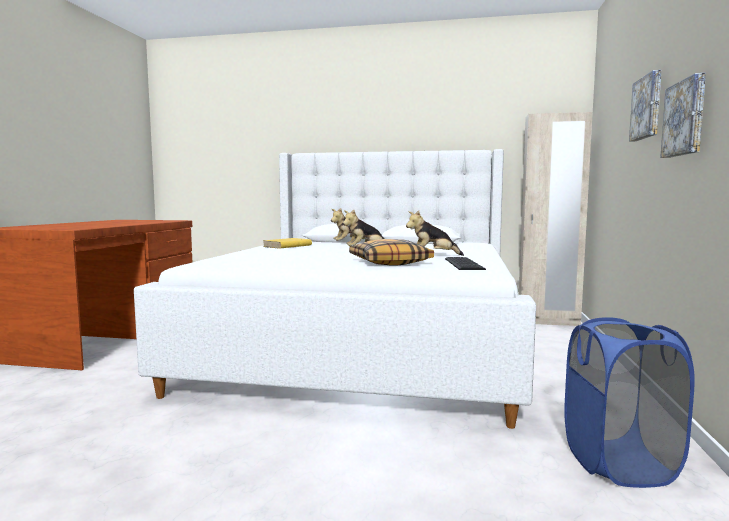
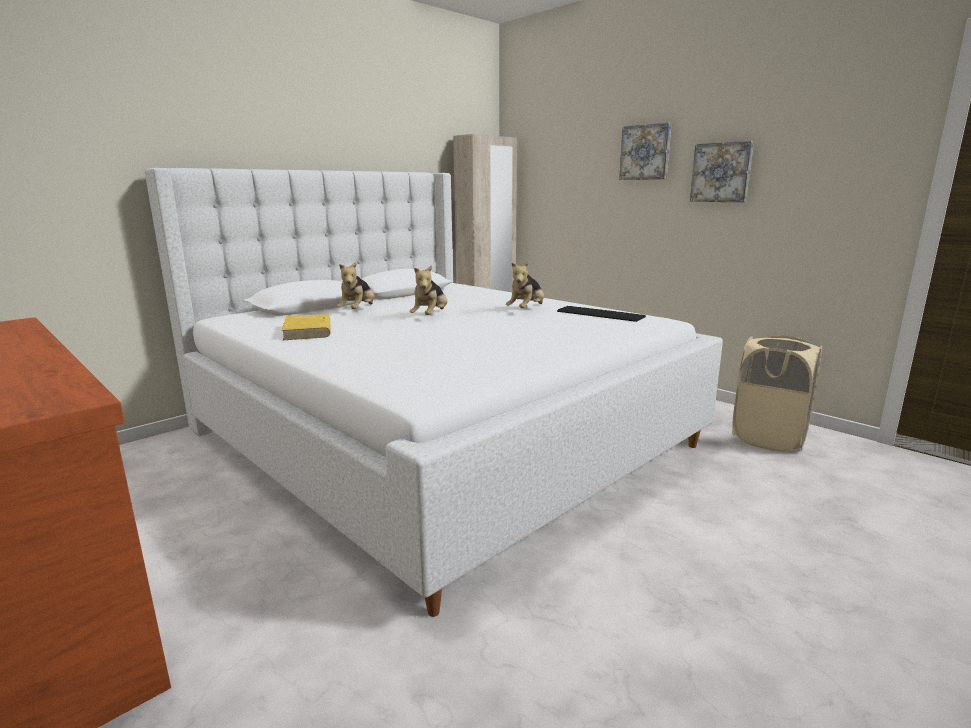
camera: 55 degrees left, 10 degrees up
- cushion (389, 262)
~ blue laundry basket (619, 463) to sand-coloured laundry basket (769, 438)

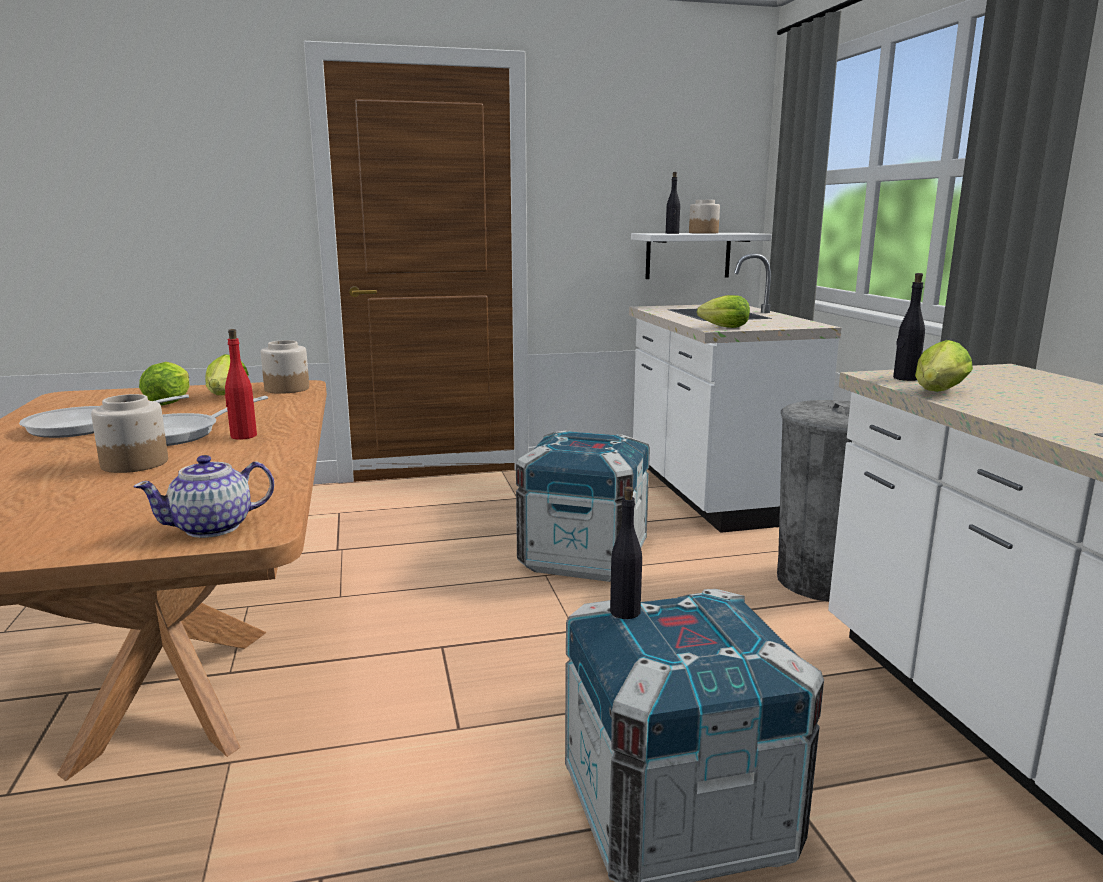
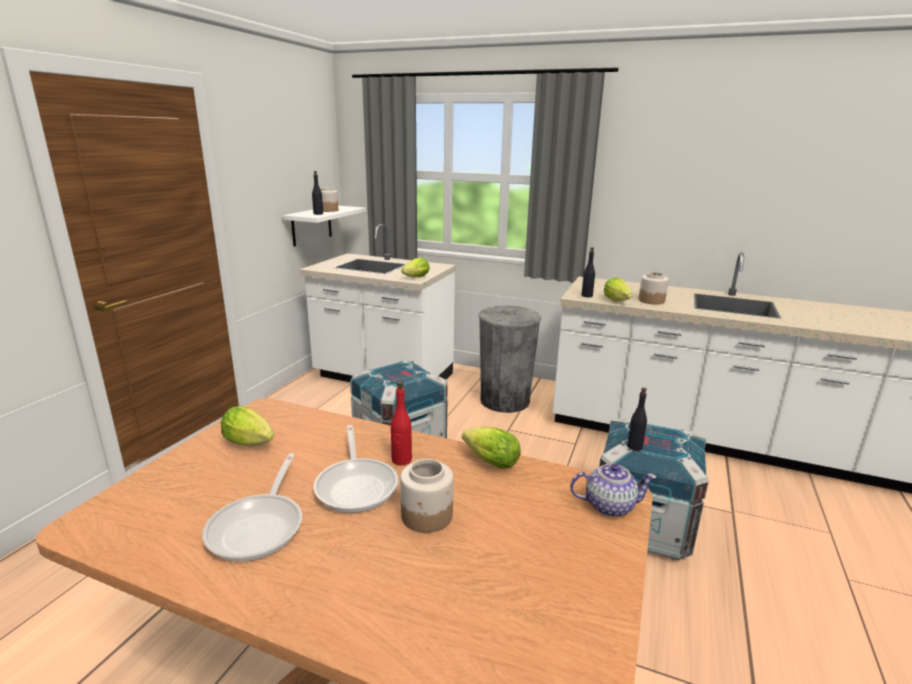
camera: 55 degrees left, 5 degrees up
~ pot for tea (213, 528) = (608, 505) 90 degrees counterclockwise
~ head of lettuce (171, 401) to (488, 461)
~ jar (287, 389) to (651, 300)

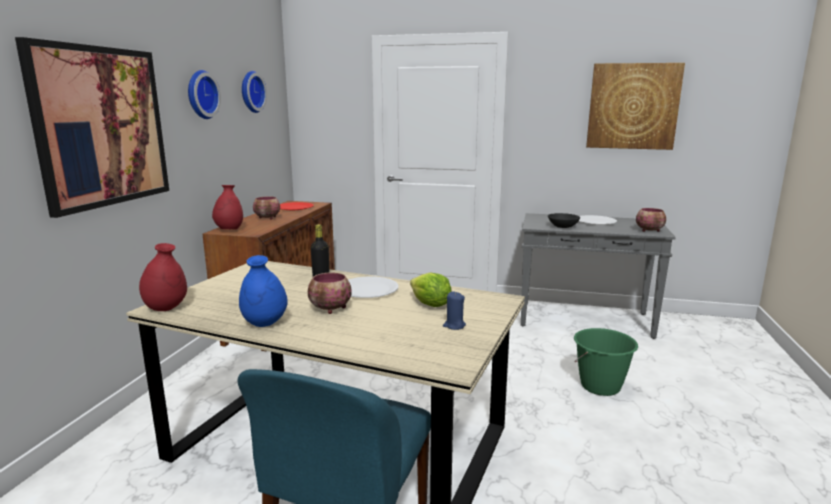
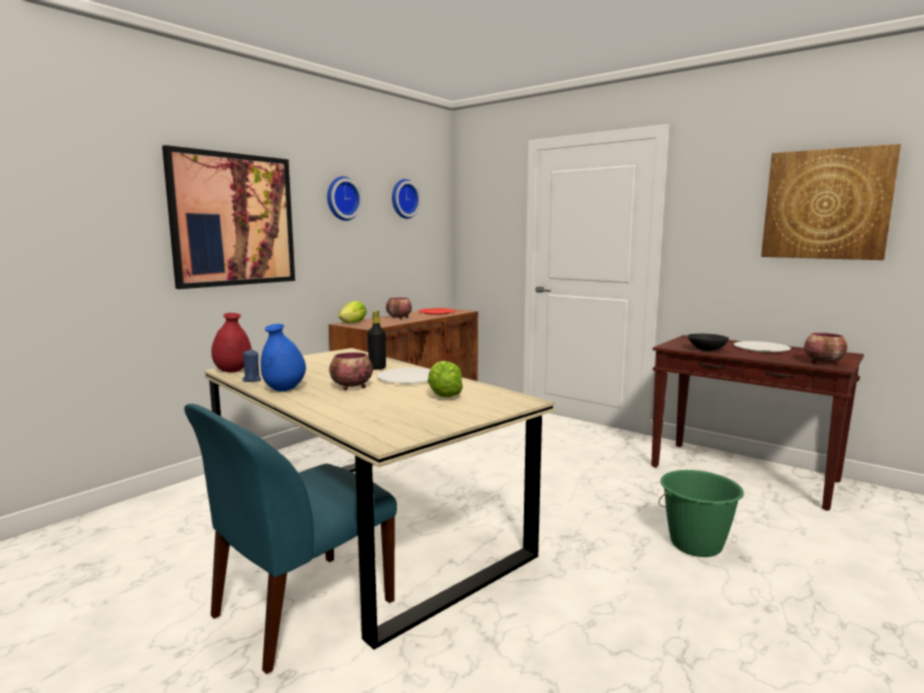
camera: 25 degrees right, 5 degrees down
~ red-coloured flower vase (229, 230) to head of lettuce (353, 323)
~ blue candle (454, 325) to (251, 380)
~ grey narrow table (585, 320) to brown-coloured narrow table (744, 474)

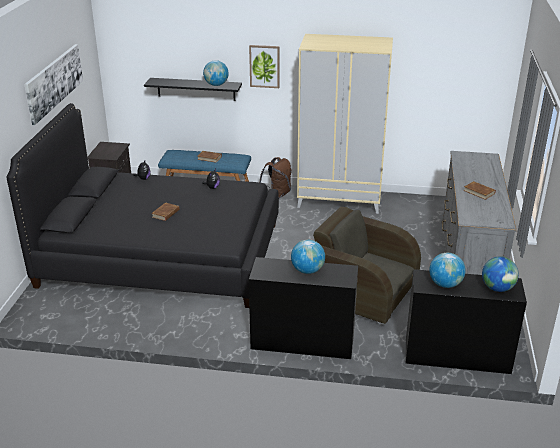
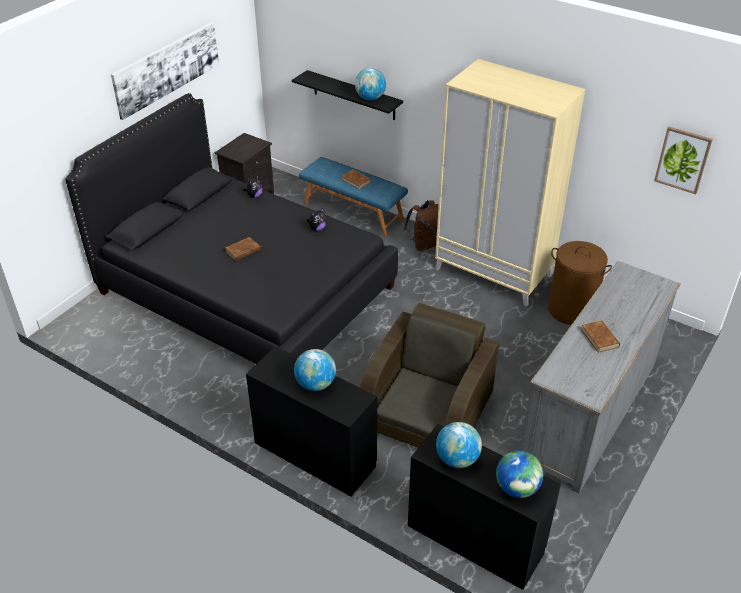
camera: 25 degrees right, 10 degrees up
~ picture (264, 66) to (683, 159)
~ brown-coloured lounge chair (362, 292) = (427, 412) 60 degrees clockwise
+ brown-coloured laundry basket (571, 310)

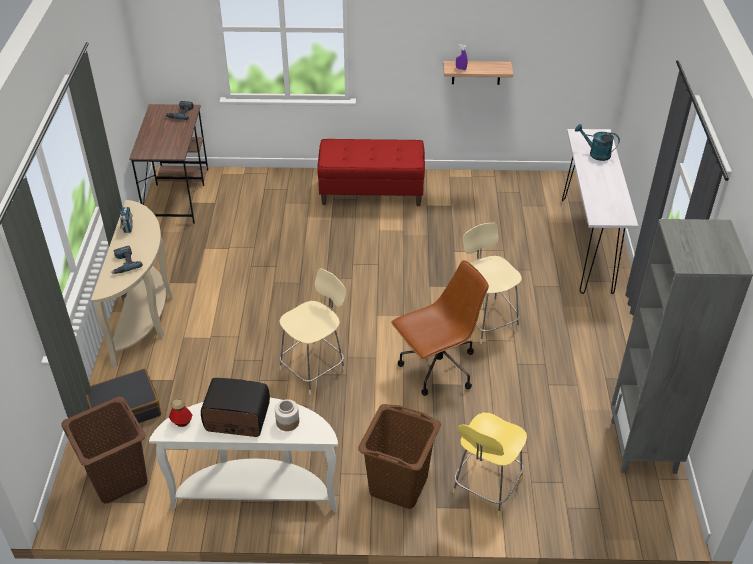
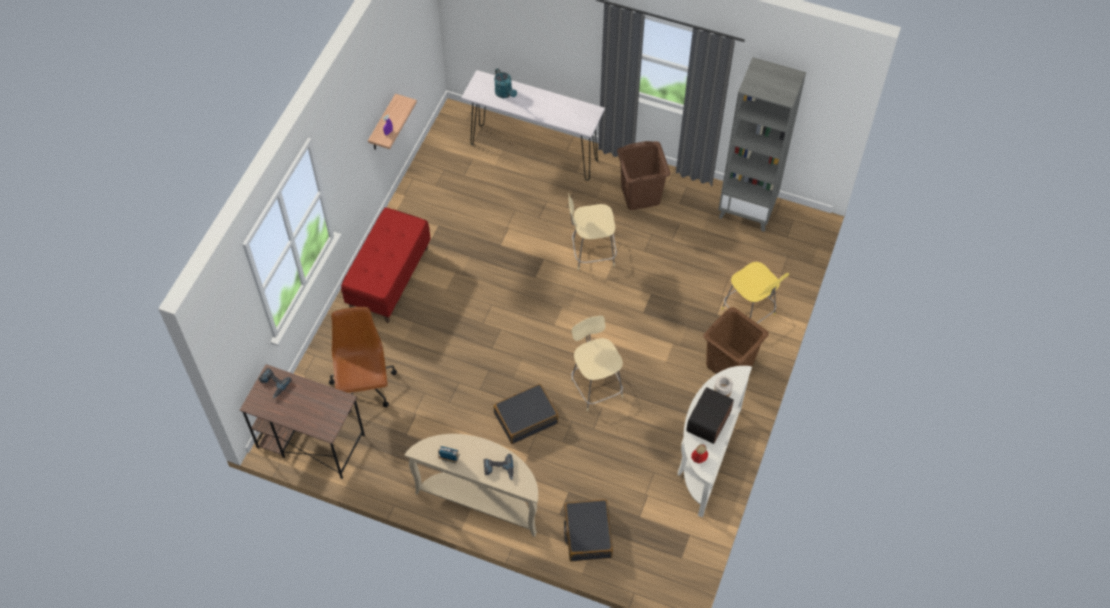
camera: 70 degrees left, 15 degrees up
~ brown-coloured laundry basket (118, 478) to (640, 195)
~ brown-coloured desk chair (437, 368) to (364, 387)
~ turquoise-coloured sprinkling can (595, 153) = (505, 94) 75 degrees counterclockwise
+ blackish travel case (525, 418)

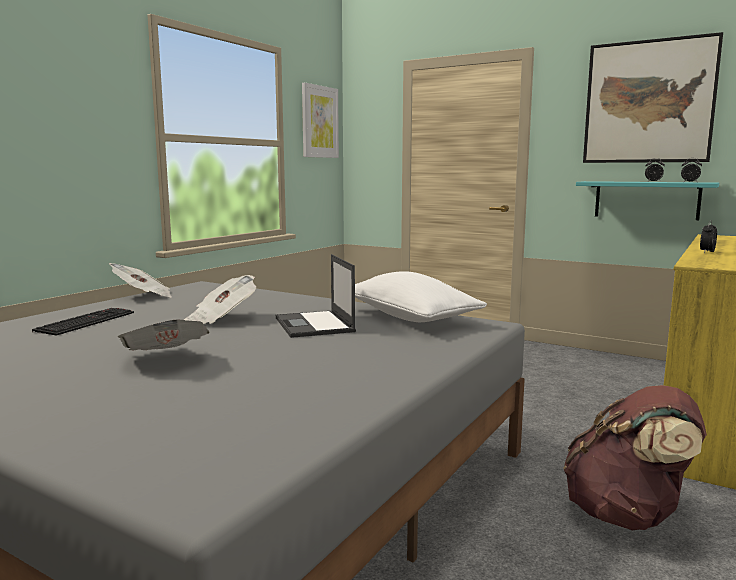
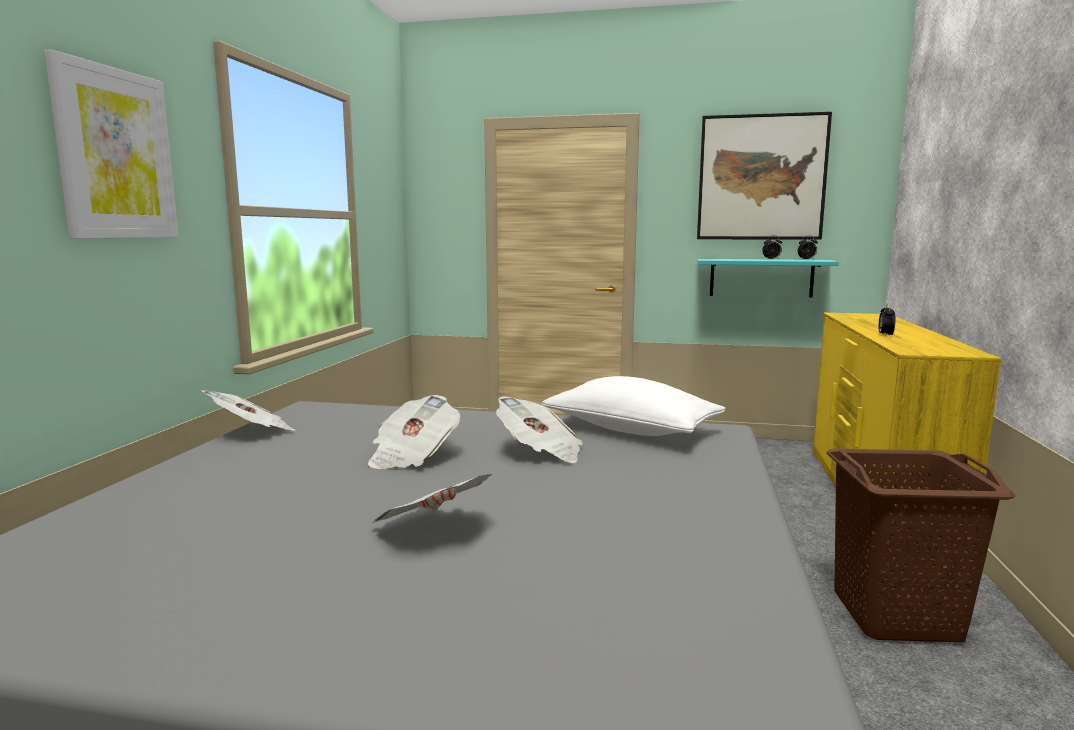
camera: 20 degrees left, 0 degrees up
- keyboard (86, 321)
~ portable computer (314, 325) to daily paper (541, 452)
~ picture (319, 122) to (115, 154)
~ brown-coloured knapsack (627, 515) to brown-coloured laundry basket (897, 616)

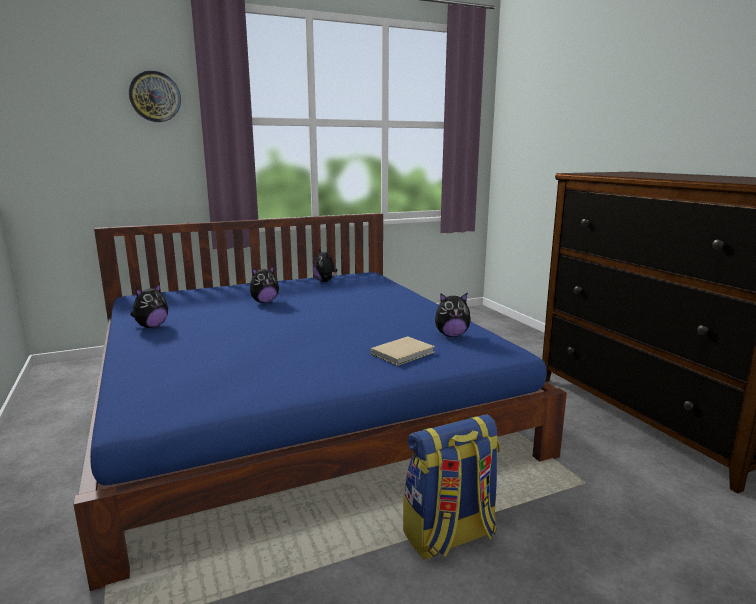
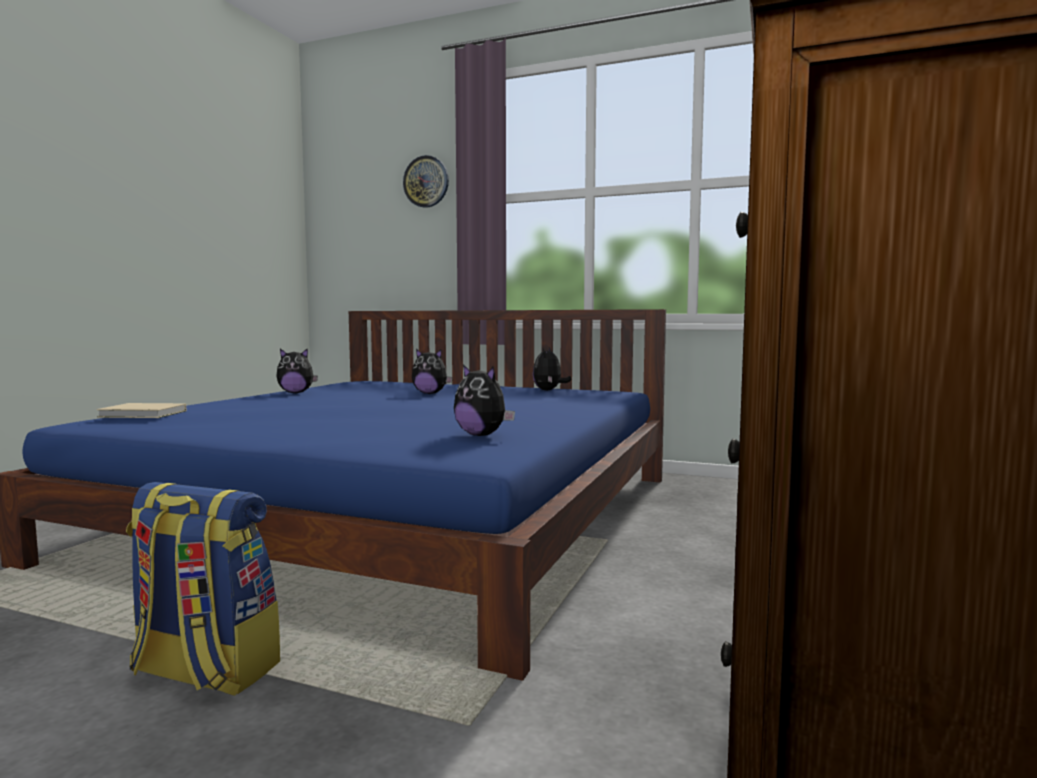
camera: 45 degrees right, 10 degrees down
~ sand-coloured volume (404, 353) to (144, 414)

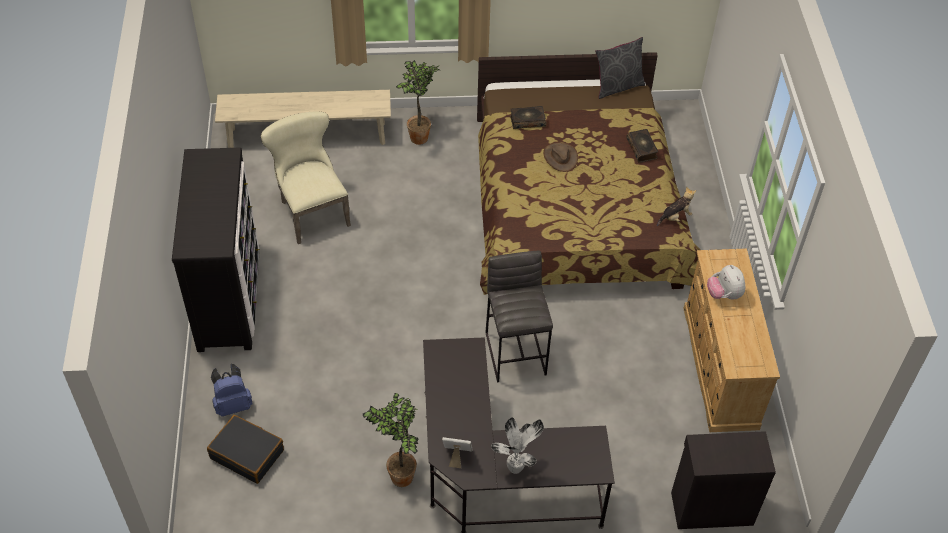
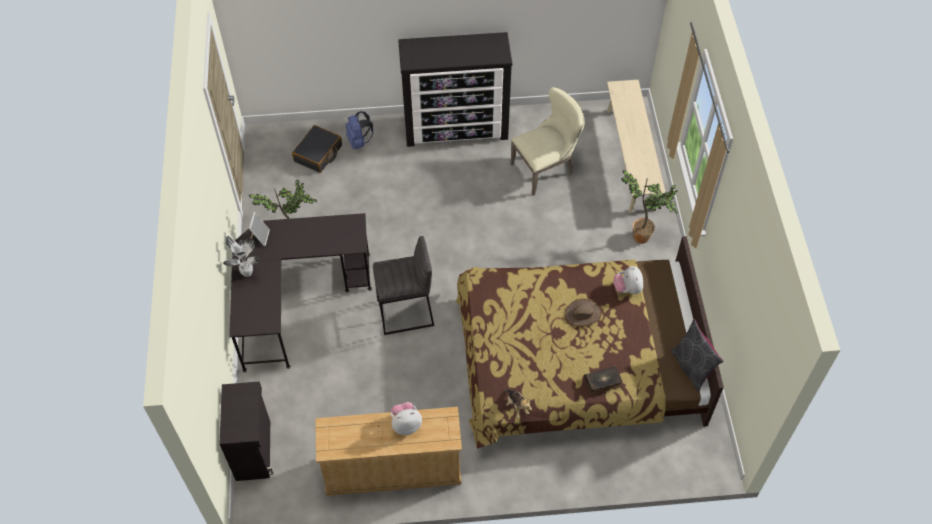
camera: 90 degrees right, 5 degrees up
~ volume (527, 121) to cuddly toy (627, 289)

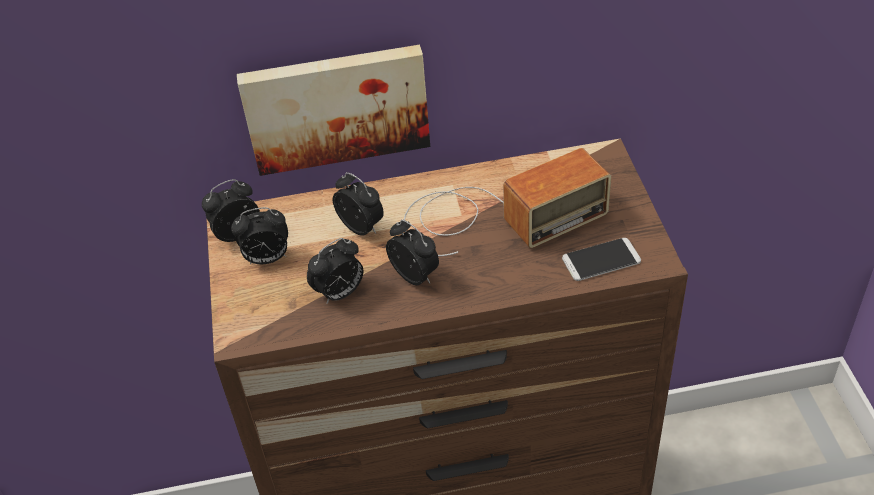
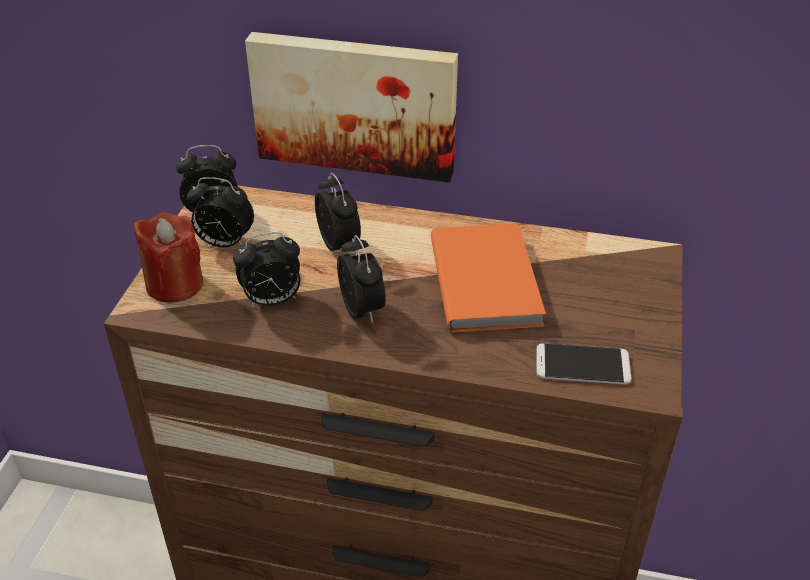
camera: 20 degrees right, 5 degrees down
~ radio receiver (495, 217) to orange-coloured volume (488, 279)
+ red-coloured candle (174, 284)

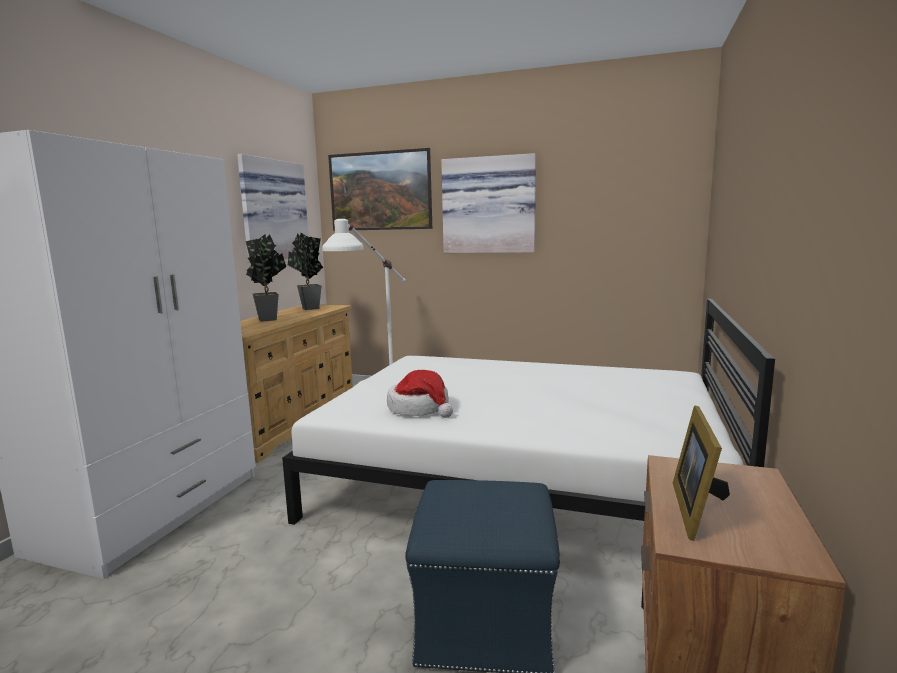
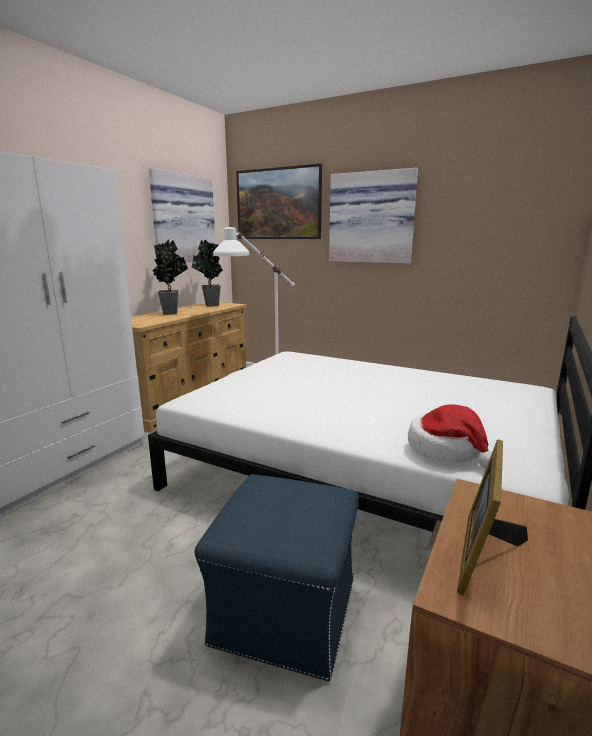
camera: 10 degrees right, 5 degrees up
~ clothing hat (420, 408) to (447, 449)

